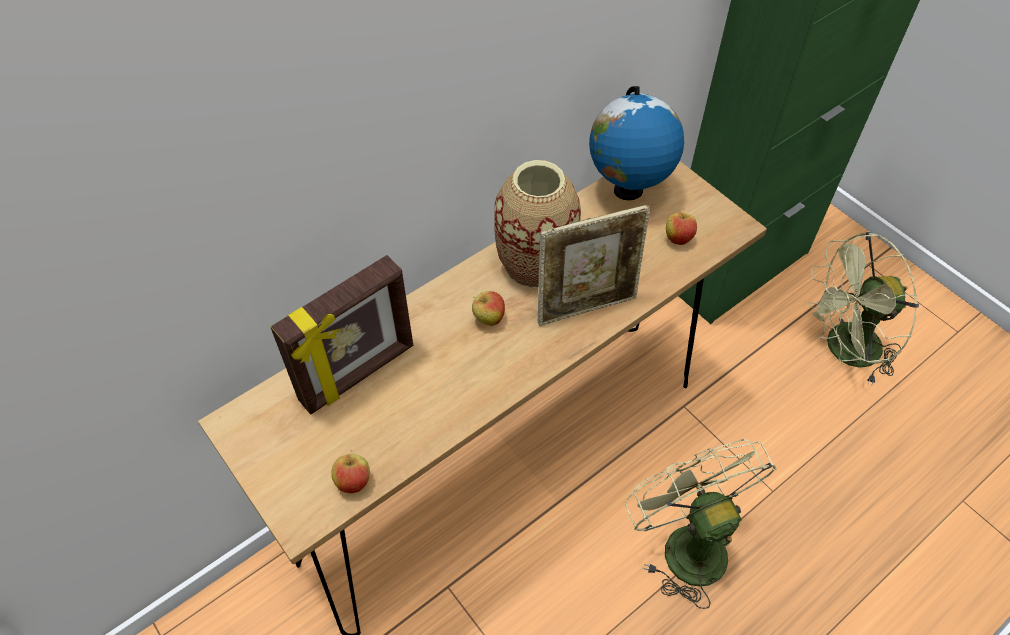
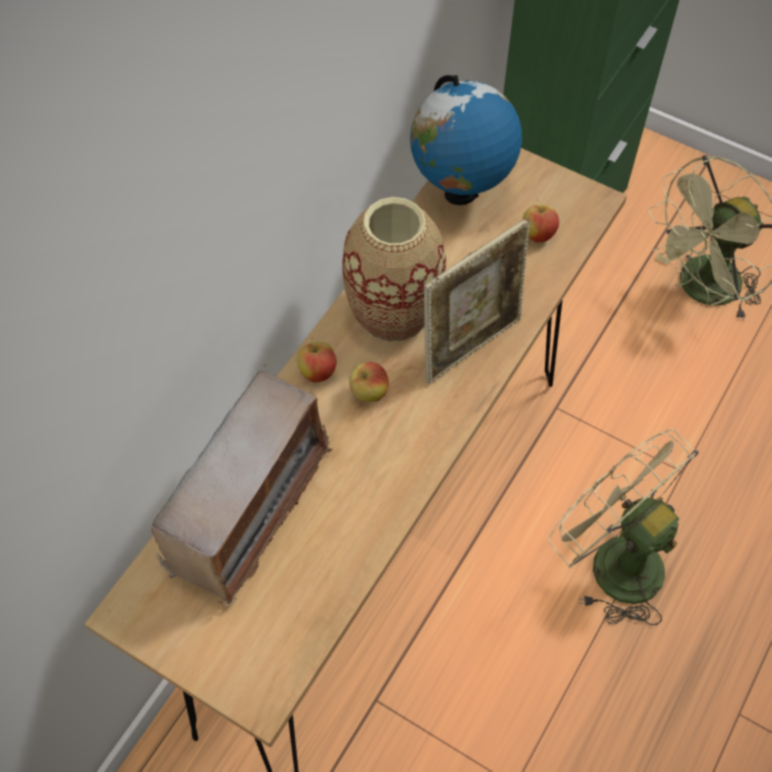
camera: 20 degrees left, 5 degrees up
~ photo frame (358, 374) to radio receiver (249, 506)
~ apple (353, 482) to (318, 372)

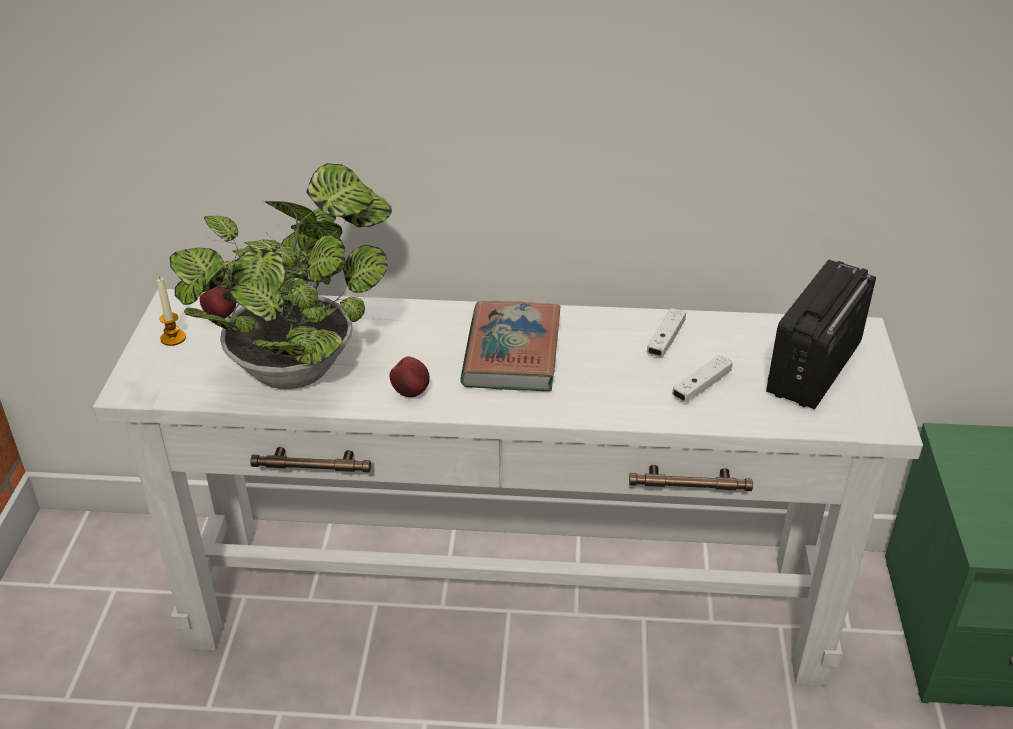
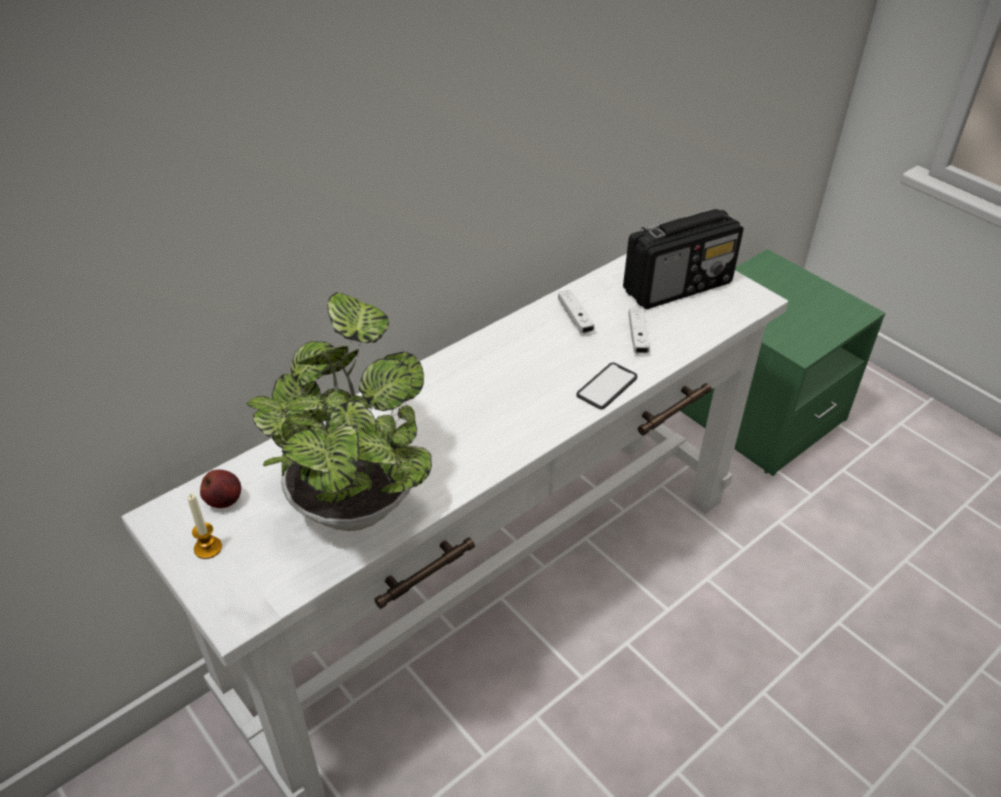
camera: 45 degrees left, 5 degrees up
- apple (411, 392)
- volume (512, 353)
~ radio receiver (813, 368) = (678, 286) 105 degrees counterclockwise
+ handset (607, 386)

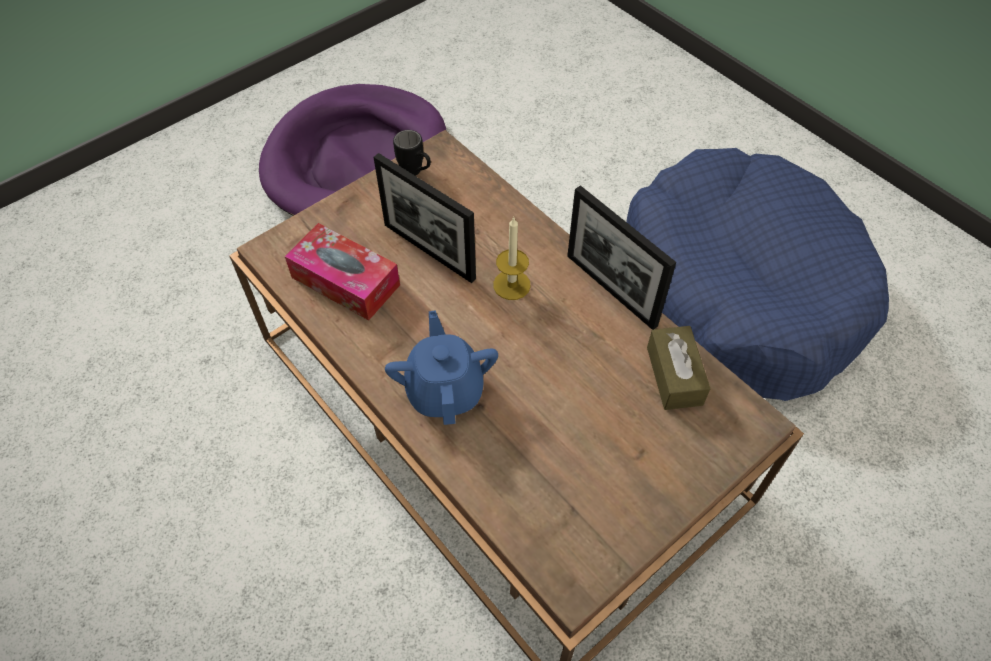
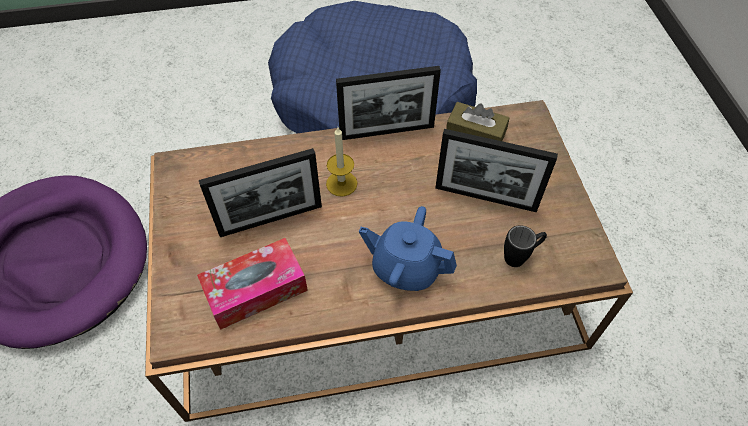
camera: 60 degrees left, 0 degrees up
~ blackish coffee mug (416, 173) to (520, 256)
+ photo frame (485, 198)

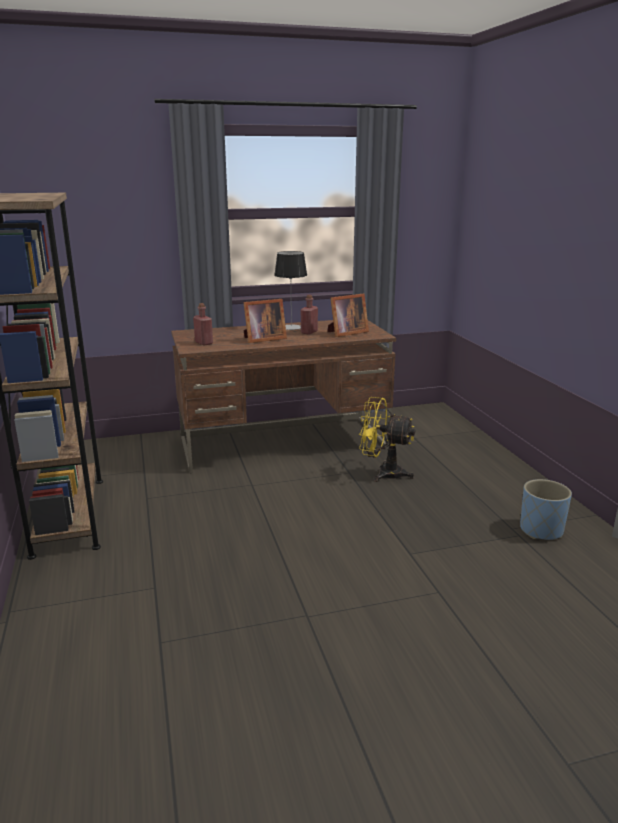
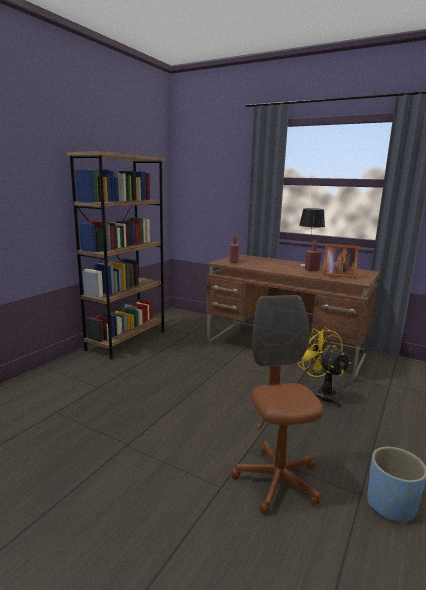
camera: 45 degrees right, 5 degrees down
- photo frame (263, 339)
+ brown-coloured desk chair (277, 481)

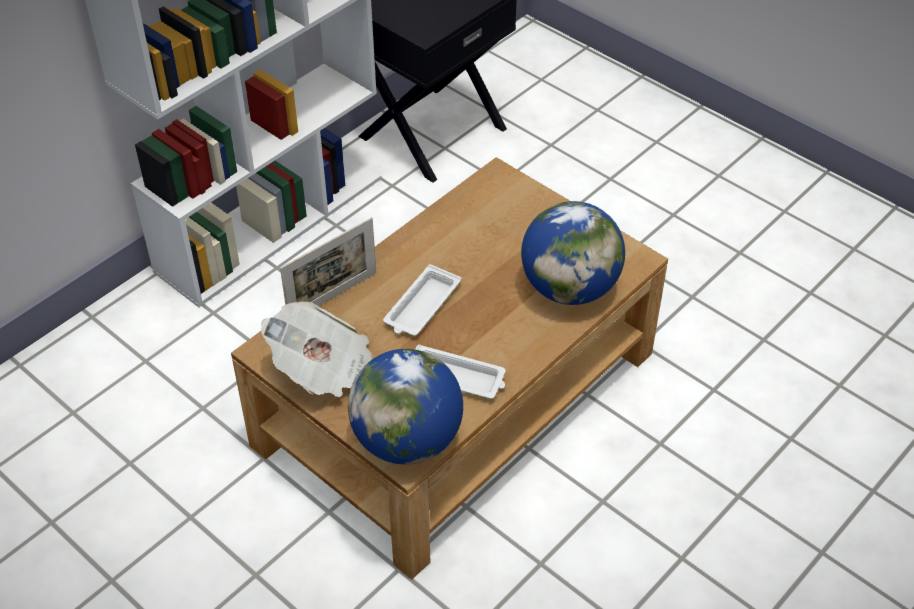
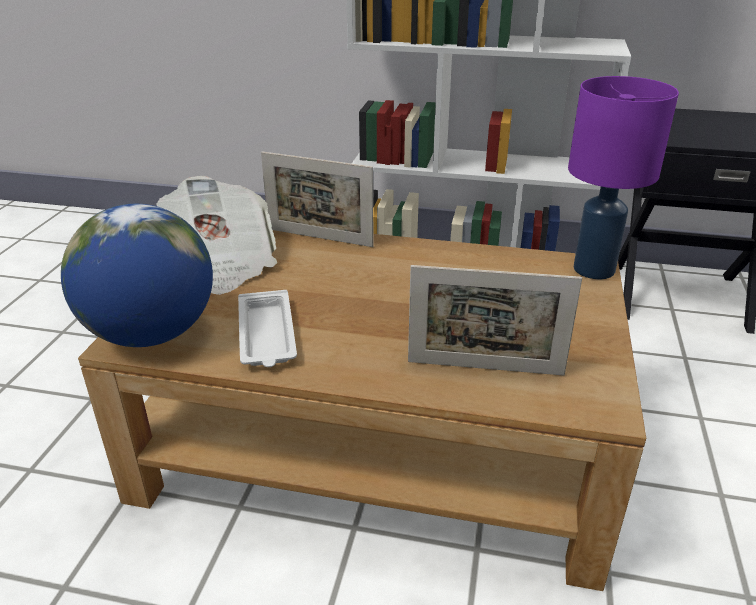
camera: 60 degrees right, 15 degrees down
- whitish serving tray (421, 306)
~ world globe (569, 288) to photo frame (485, 368)
+ purple table lamp (595, 270)

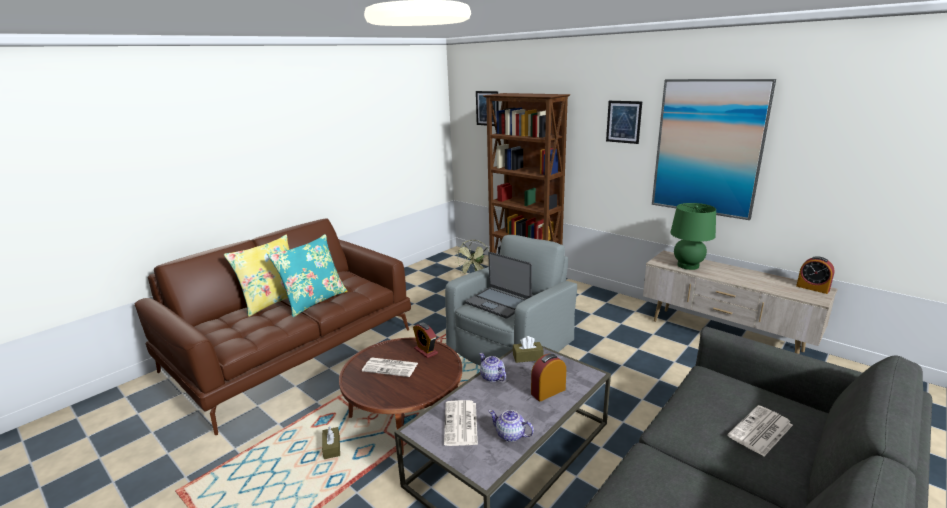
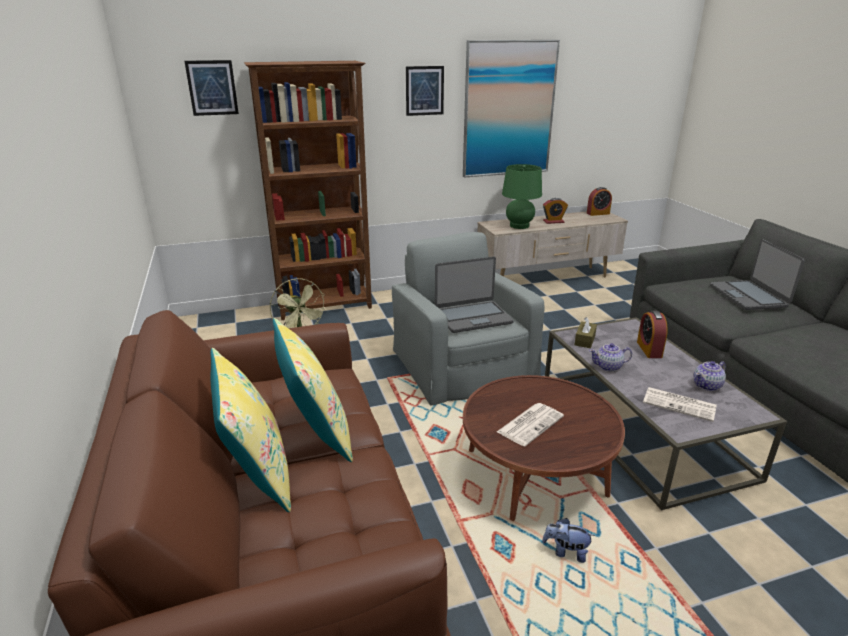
camera: 60 degrees left, 5 degrees up
~ turquoise-coloured cushion (314, 301) to yellow-coloured cushion (316, 432)
~ brown-coloured tissue box (332, 448) to cuddly toy (566, 552)
~ alarm clock (426, 351) to (553, 222)
~ daily paper (760, 431) to portable computer (748, 296)

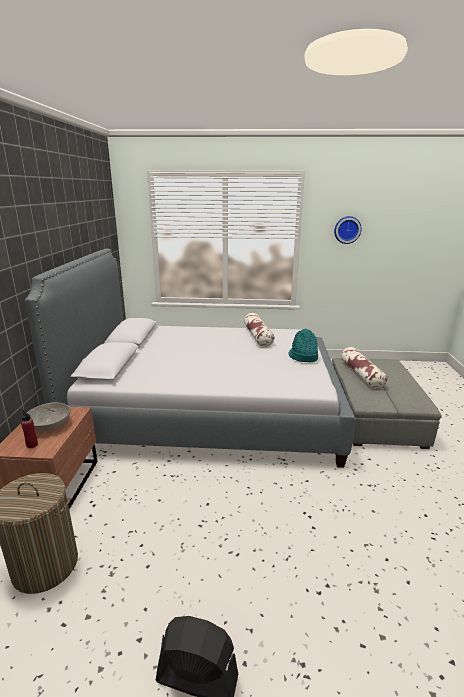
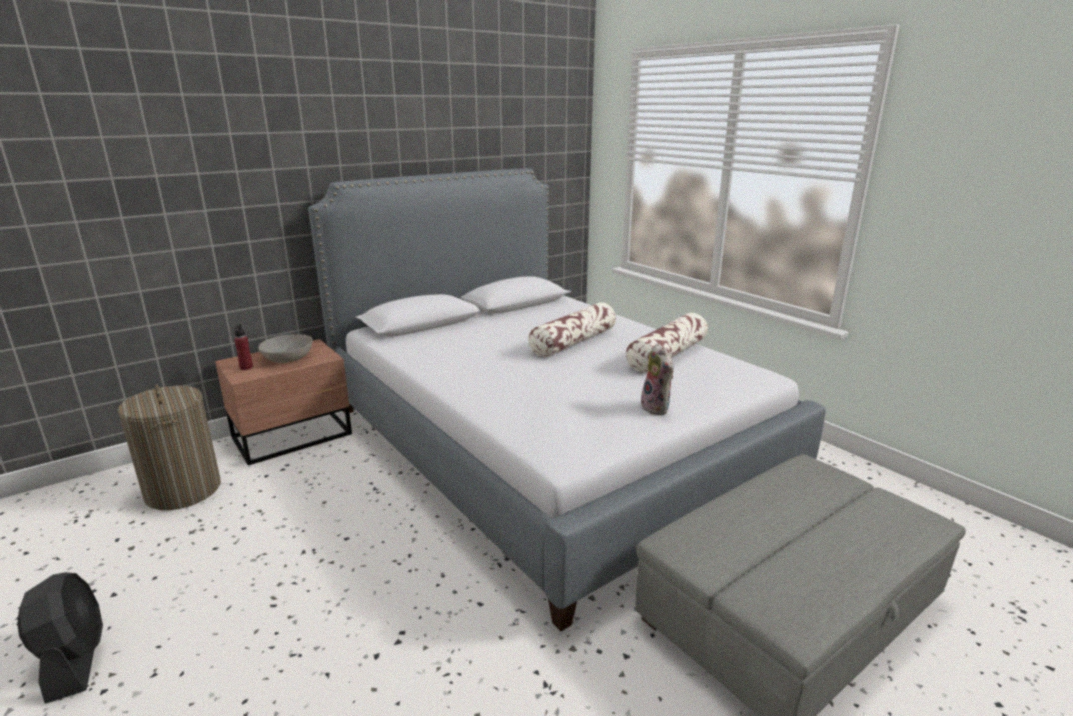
camera: 50 degrees right, 0 degrees up
~ turquoise-coloured clothing hat (303, 357) to cuddly toy (657, 408)
- clock on the wall (347, 229)
~ cushion (361, 374) to (573, 342)

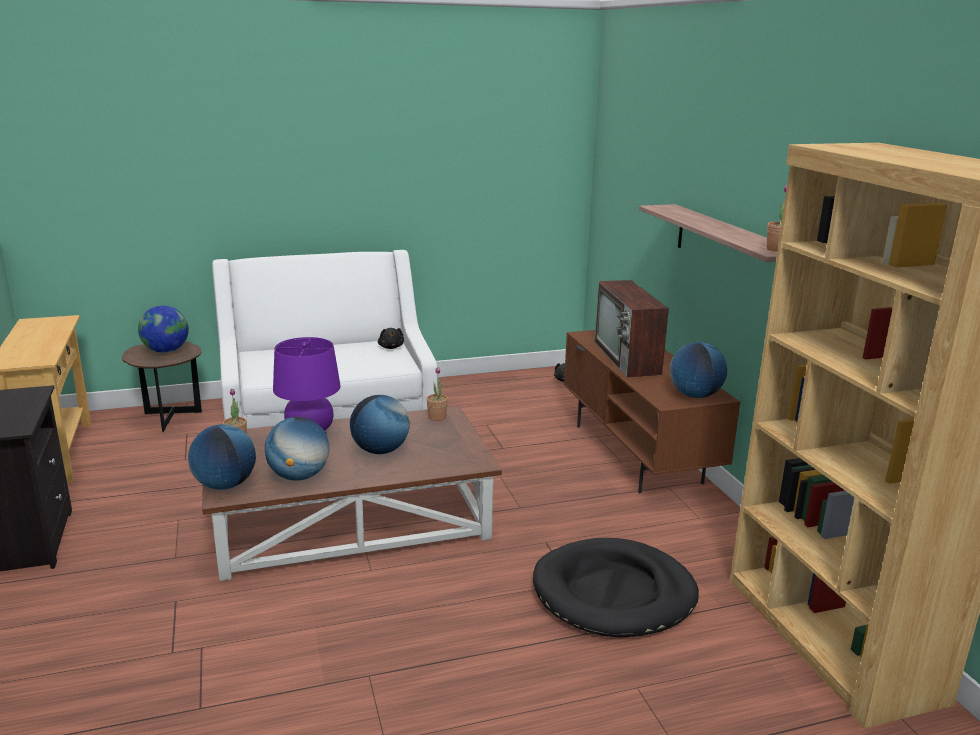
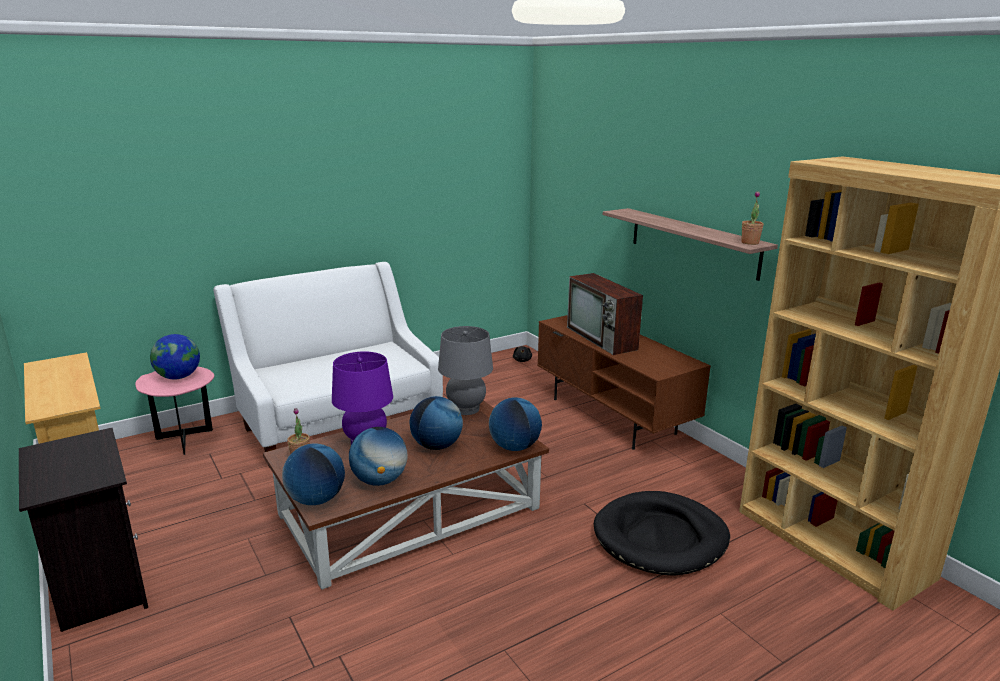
camera: 15 degrees left, 0 degrees up
~ brown-coloured side table (170, 420) to pinkish side table (185, 442)
- blackish cuddly toy (391, 347)
~ potted plant (437, 417) to grey table lamp (466, 409)
~ world globe (695, 395) to (514, 447)

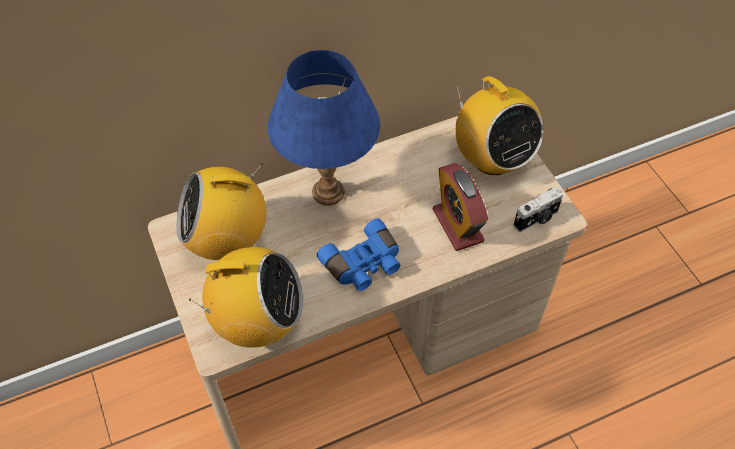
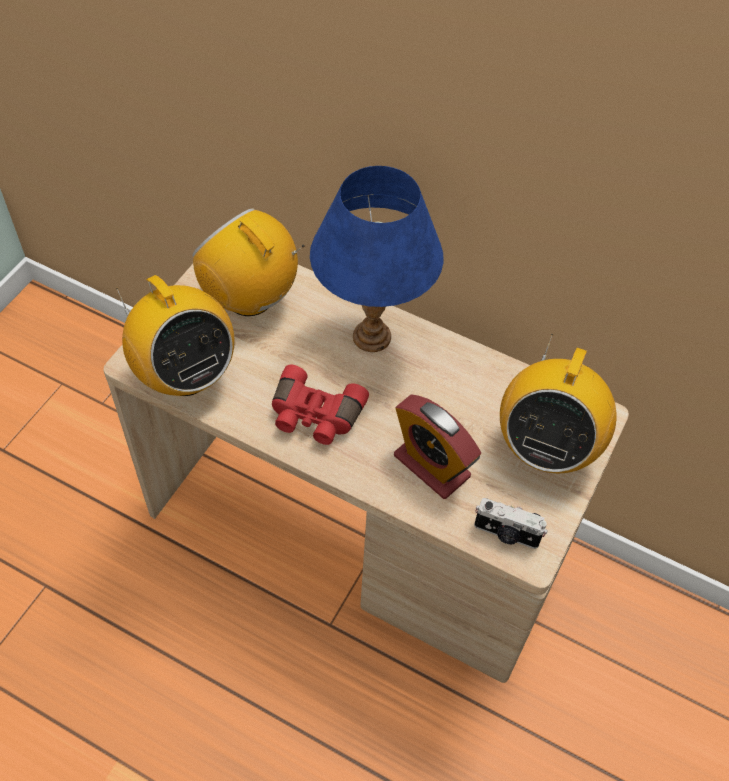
camera: 50 degrees right, 0 degrees up
~ blue field glasses (364, 265) to red-coloured field glasses (314, 416)
~ alarm clock (457, 225) = (431, 466) 75 degrees counterclockwise

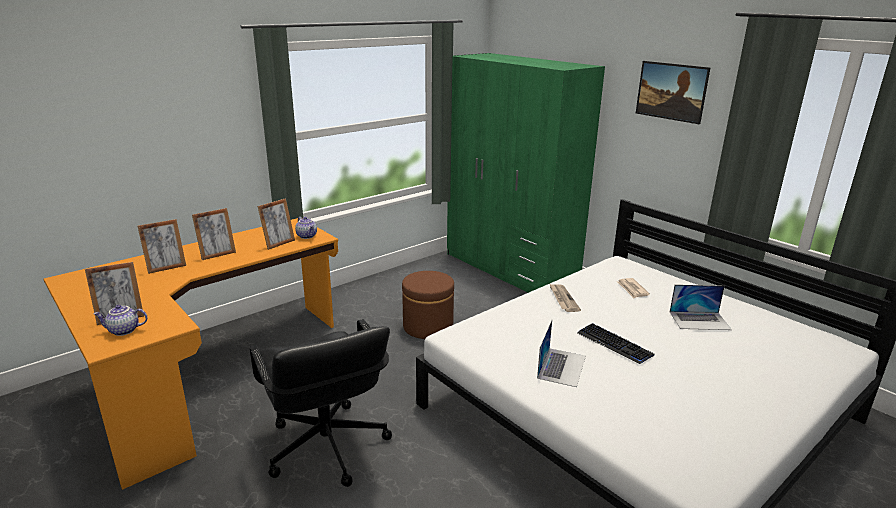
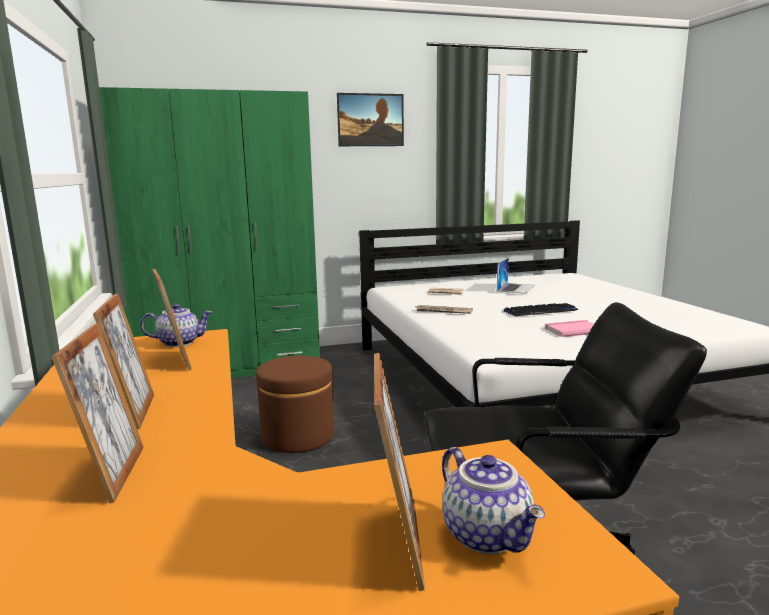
camera: 65 degrees left, 10 degrees down
~ pot for tea (123, 331) = (489, 535) 45 degrees counterclockwise
~ portable computer (561, 366) to pinkish volume (572, 330)

